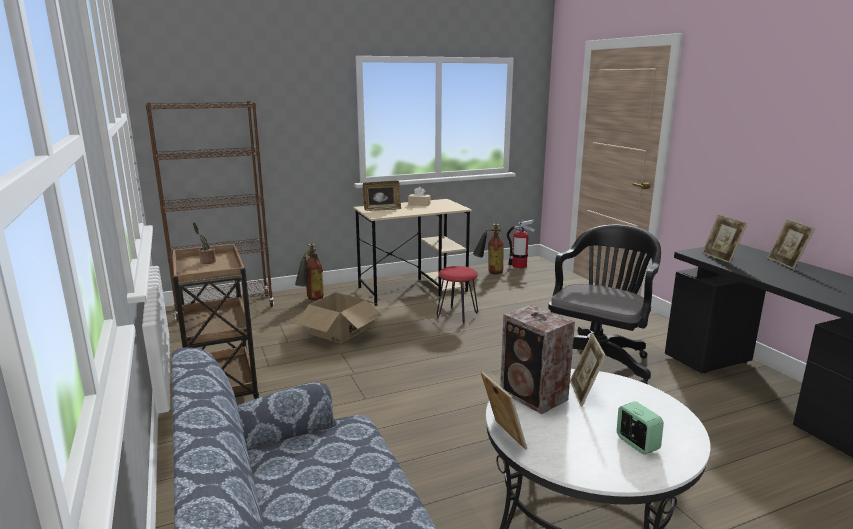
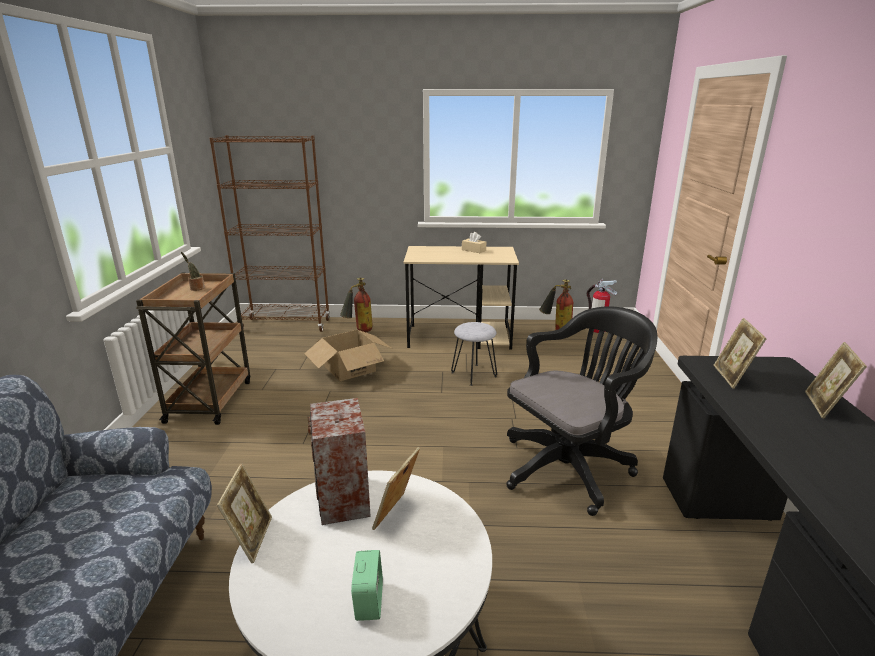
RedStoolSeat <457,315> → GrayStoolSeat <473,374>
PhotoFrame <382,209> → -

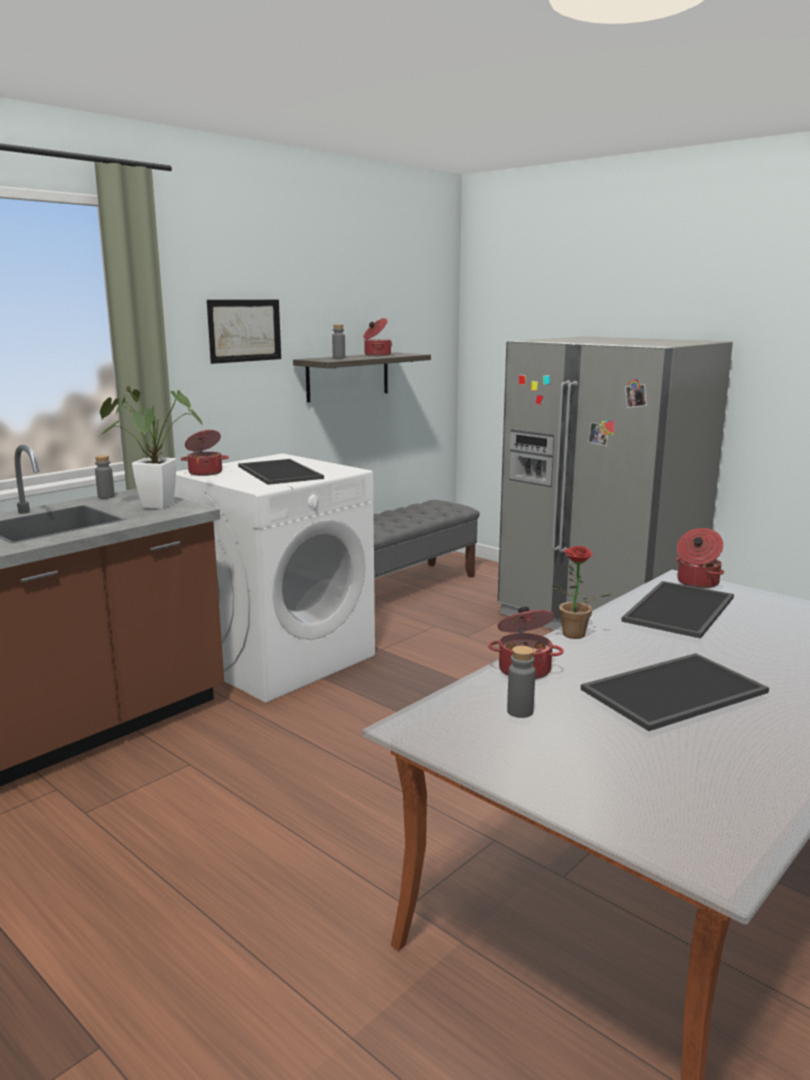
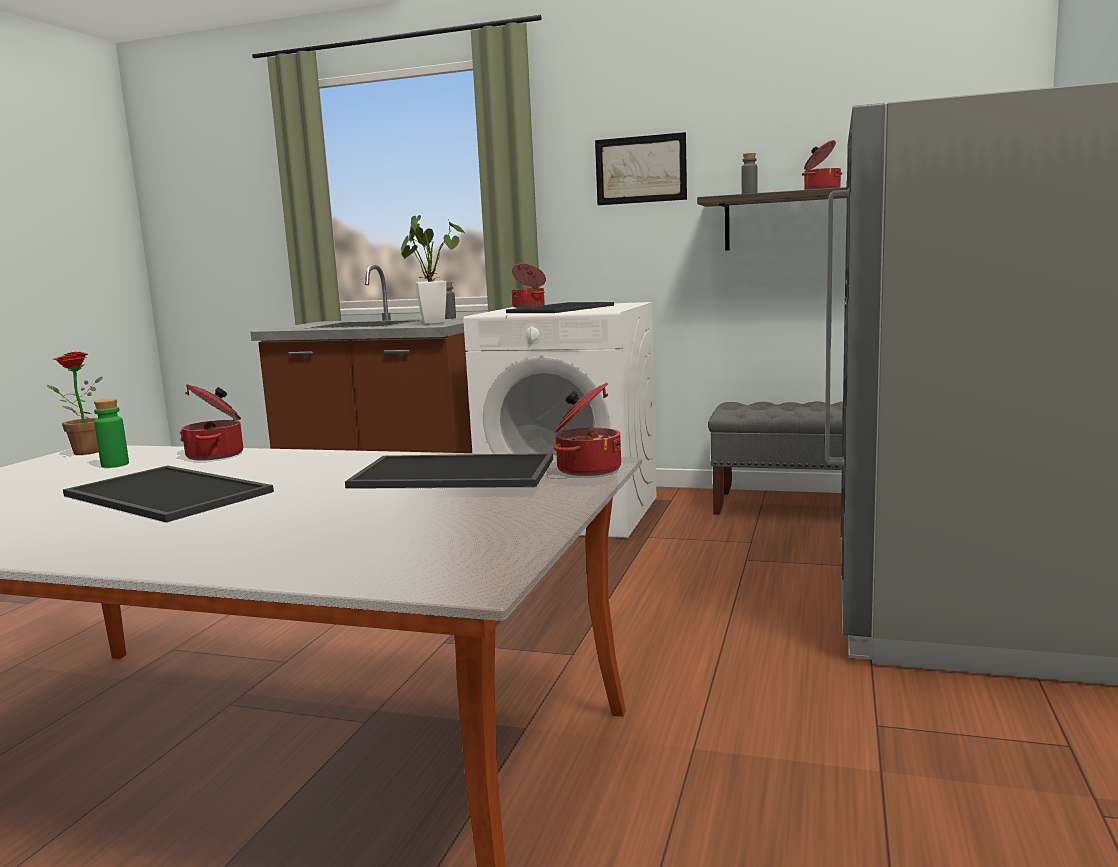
PottedPlant <572,636> → PottedPlant <81,452>, relocated
GrayDrinkBottle <520,711> → GreenishDrinkBottle <115,464>

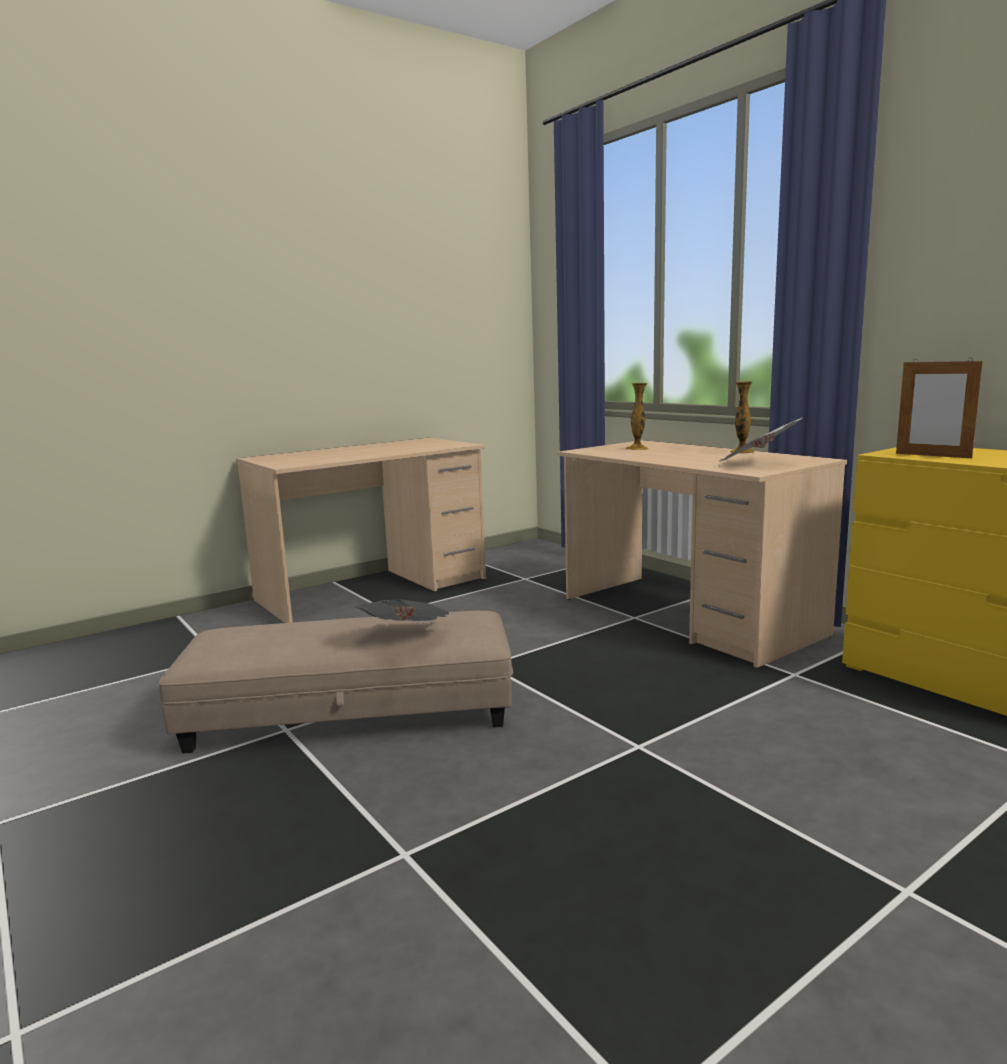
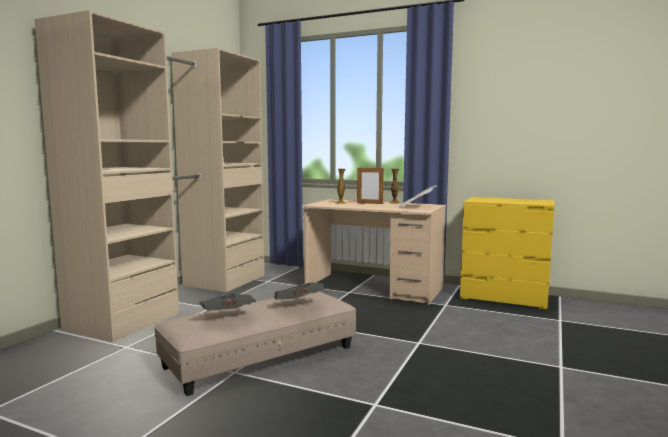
SandColouredDesk <373,590> → SandColouredClothesCupboard <181,297>
- → Newspaper <228,317>
PhotoFrame <932,455> → PhotoFrame <369,203>, relocated

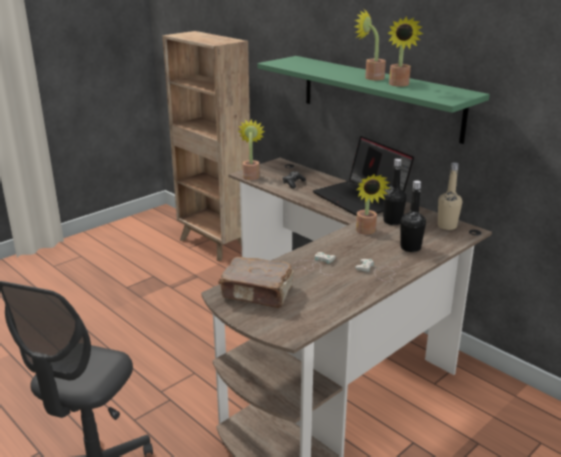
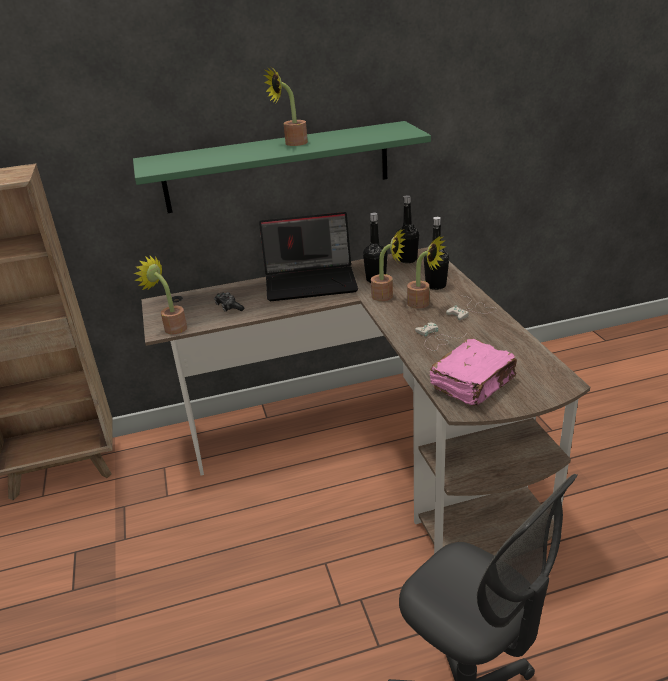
SandColouredDrinkBottle <447,226> → BlackColouredDrinkBottle <407,259>
PottedPlant <399,85> → PottedPlant <422,304>, relocated
BrownColouredBook <258,293> → PinkColouredBook <474,384>

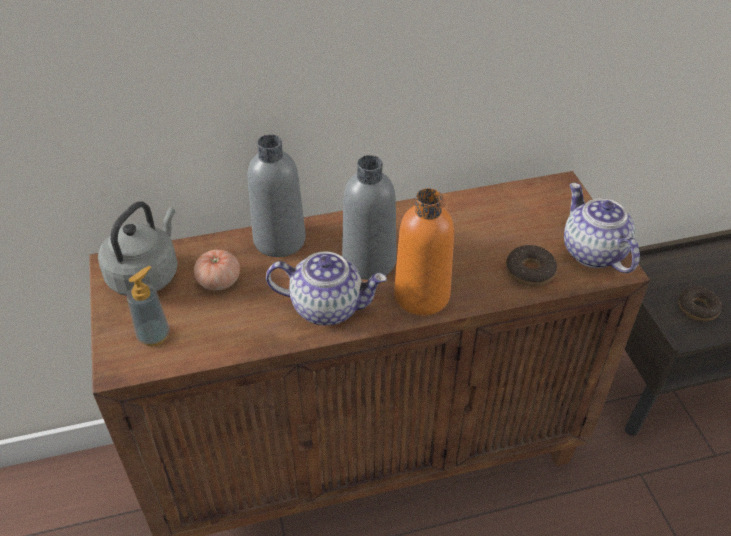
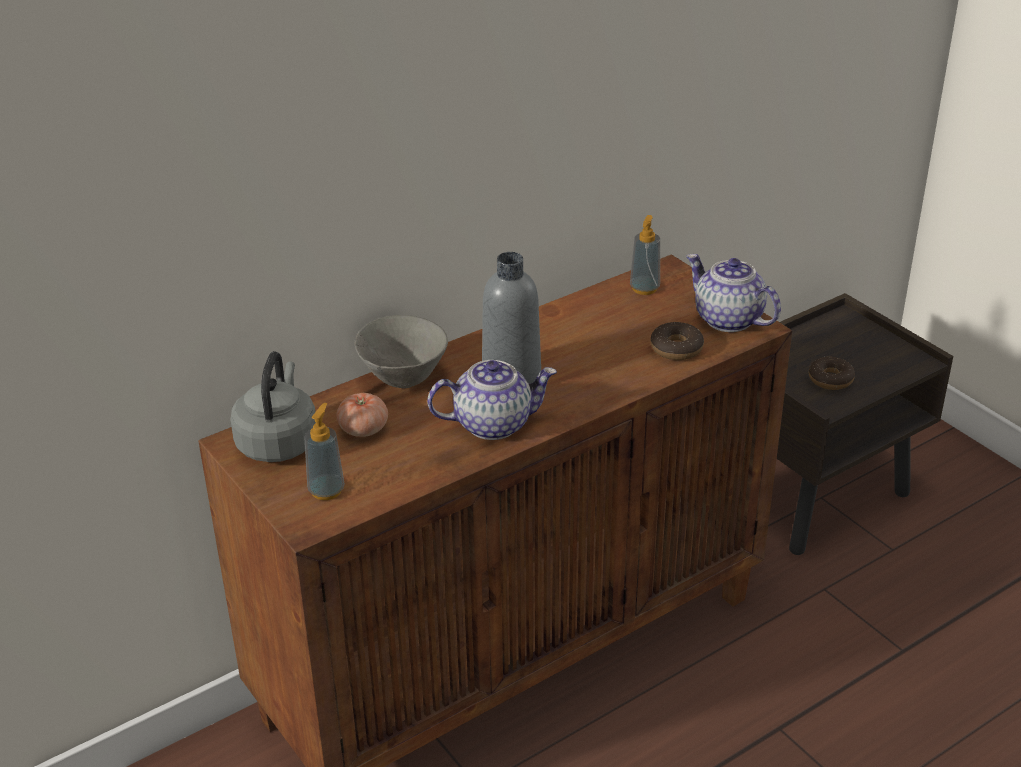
GrayDrinkBottle <279,240> → GrayServingBowl <404,379>
- → SoapBottle <644,288>
OrangeColouredDrinkBottle <421,295> → -

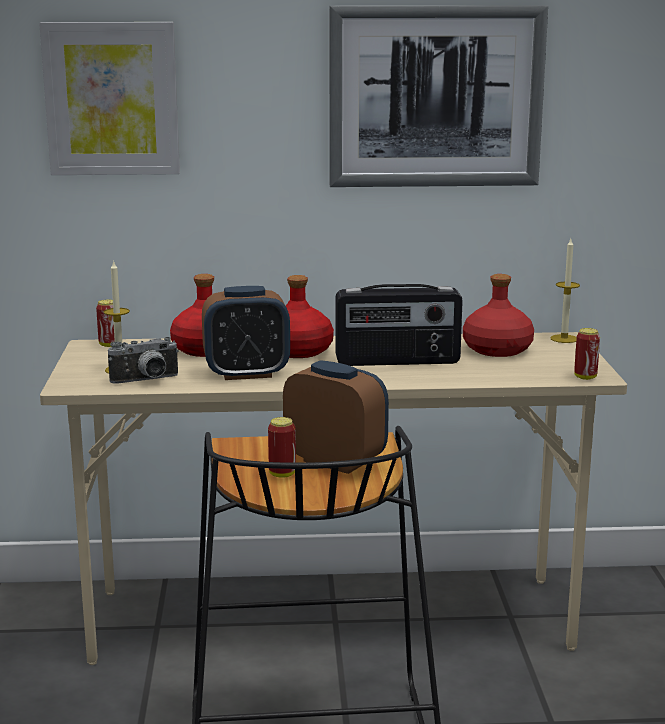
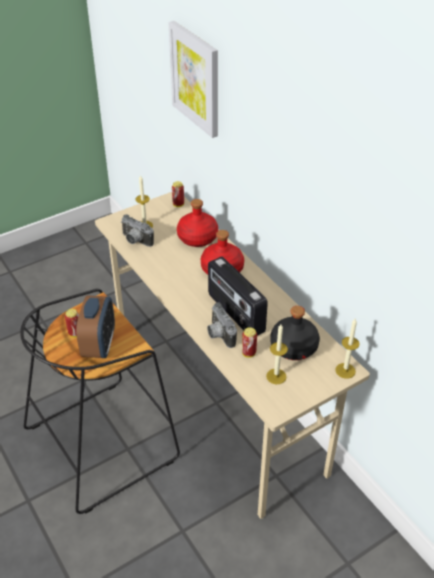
- → PhotoCamera <218,335>
MetalCan <585,377> → MetalCan <248,353>, relocated
- → WaxCandle <276,376>
RedDrinkBottle <498,349> → BlackColouredDrinkBottle <294,347>
BedsideClock <246,374> → -
WallPicture <435,97> → -

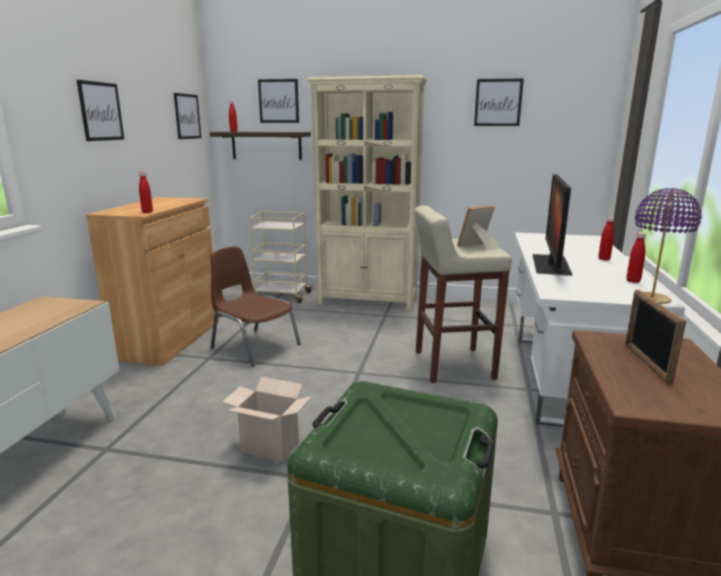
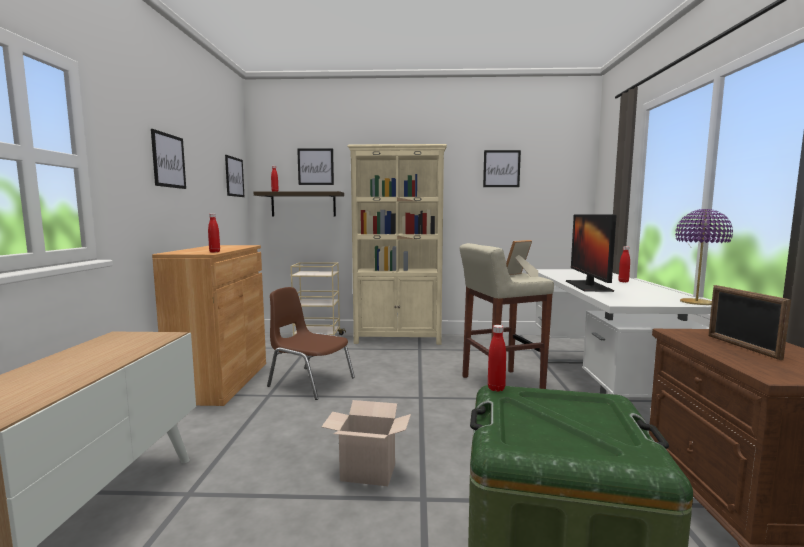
RedDrinkBottle <633,281> → RedDrinkBottle <496,388>, relocated

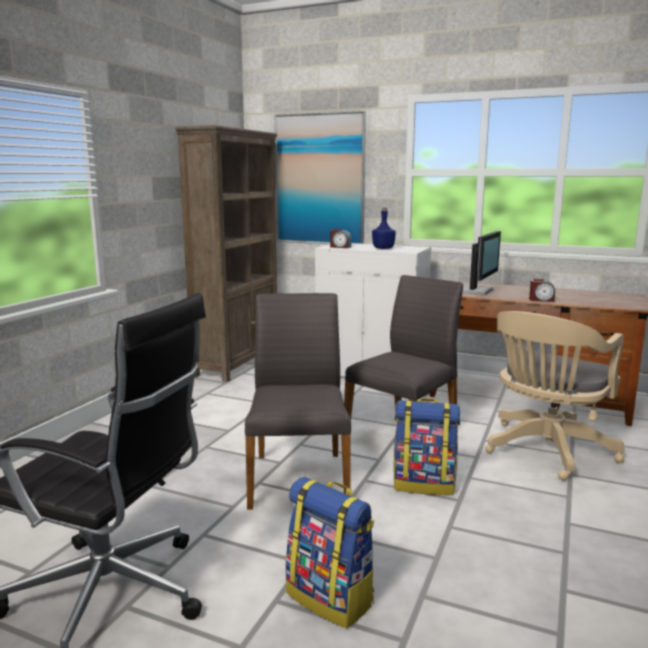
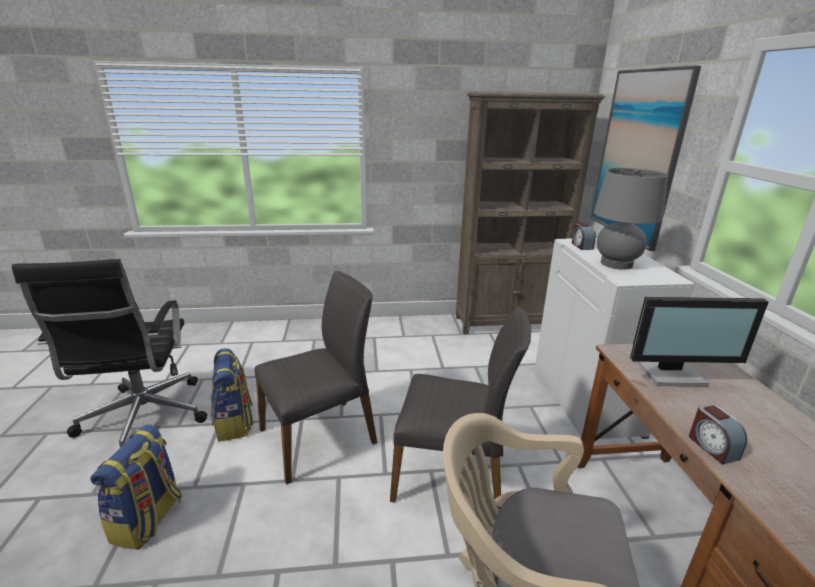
Rucksack <424,484> → Rucksack <234,423>, relocated
BlueColouredDrinkBottle <383,248> → GrayLampForATable <616,264>

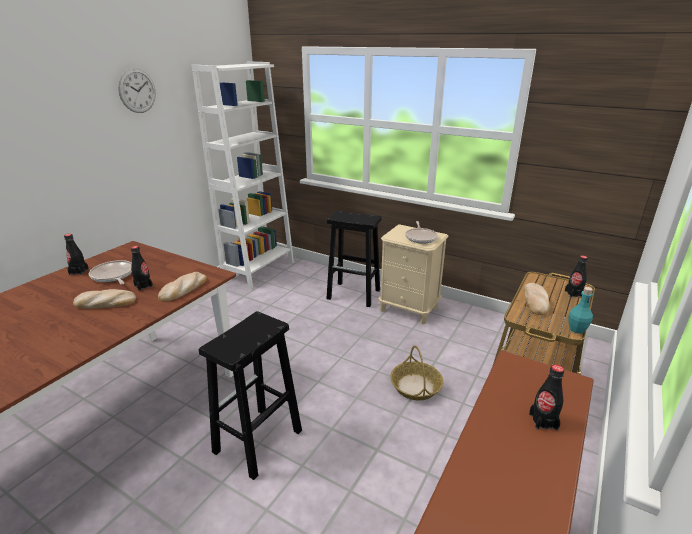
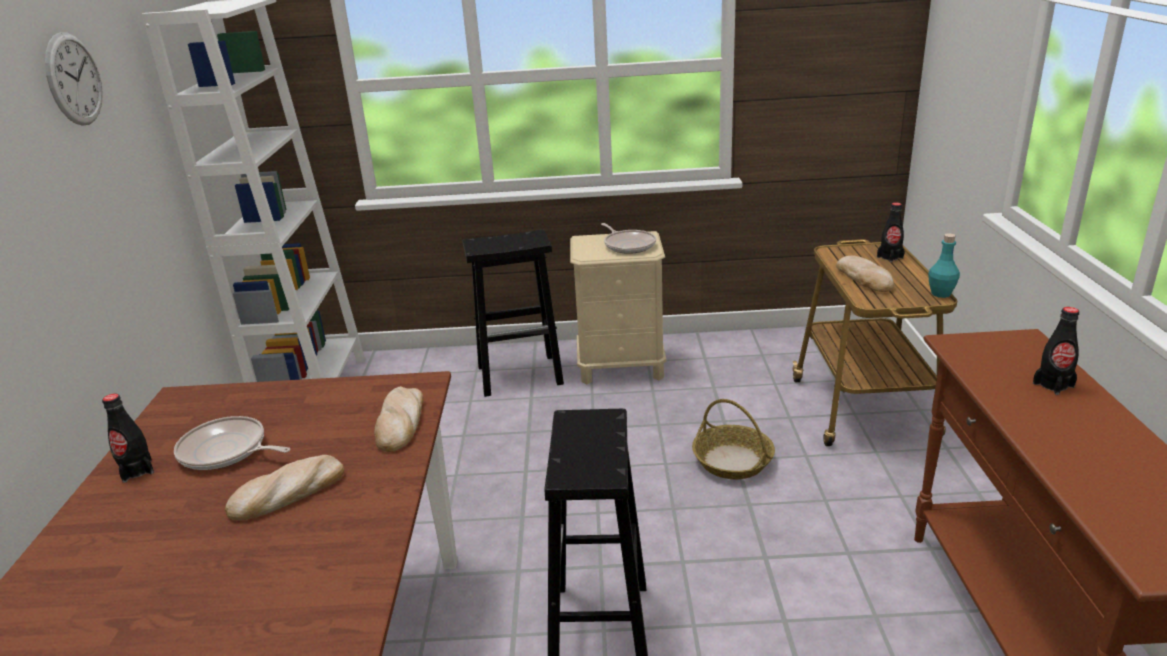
BlackColouredDrinkBottle <143,286> → -

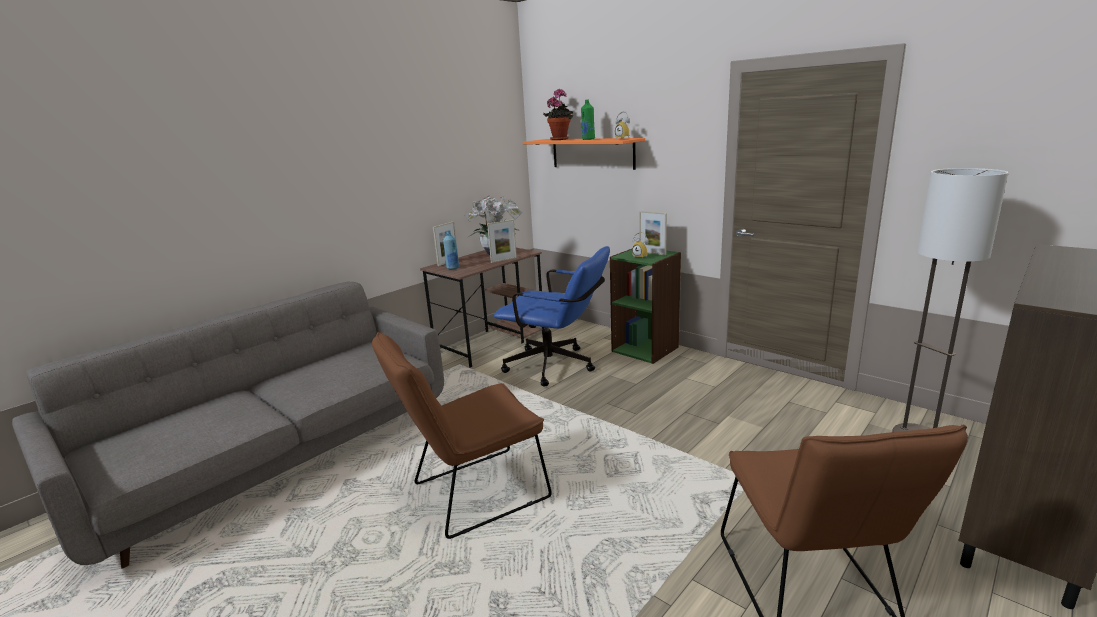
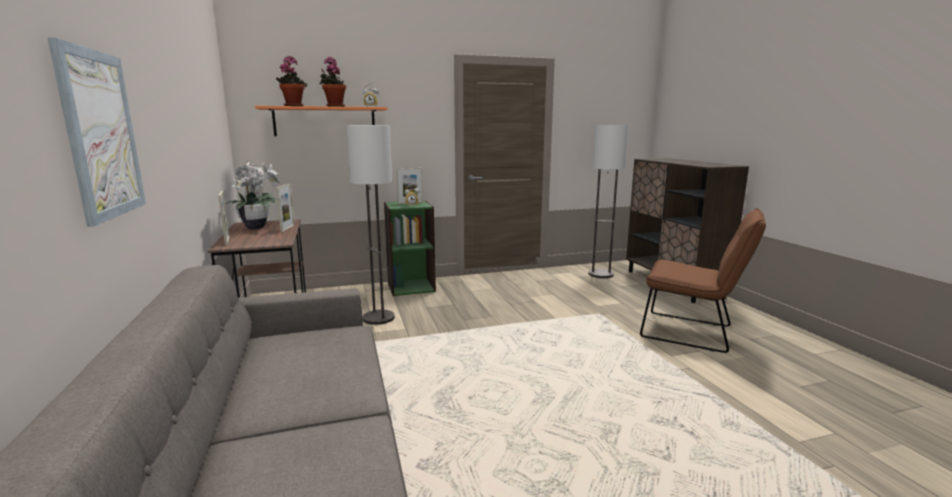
- → WallPicture <101,135>
GreenishDrinkBottle <588,139> → PottedPlant <334,106>
BlueColouredDeskChair <557,367> → StandardLamp <379,318>
BrownColouredPlainChair <471,494> → -
BlueColouredDrinkBottle <452,268> → -

